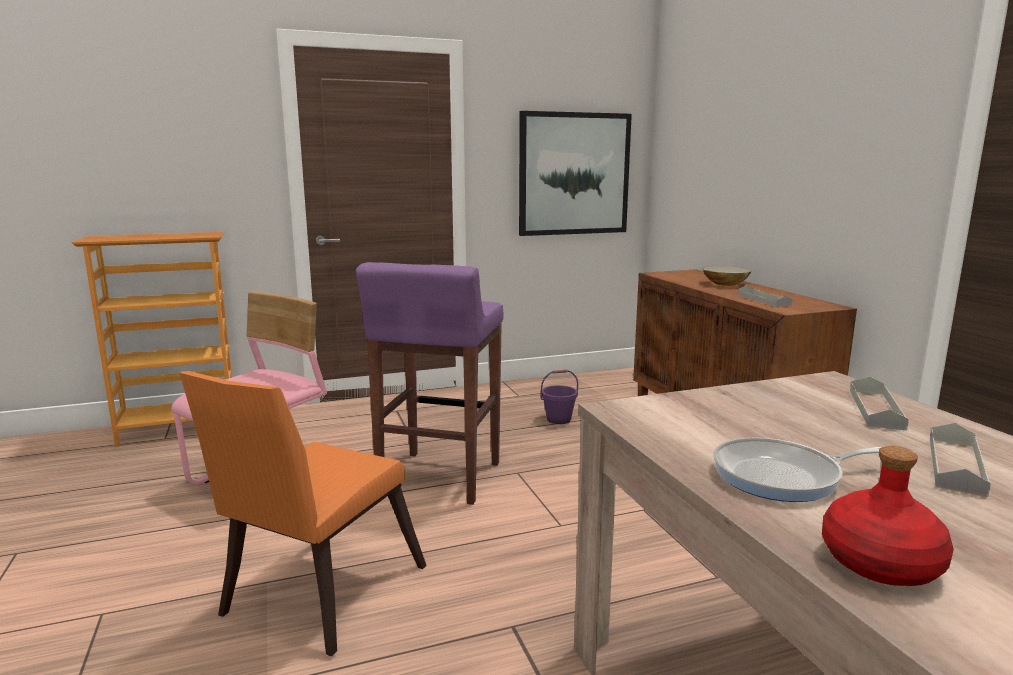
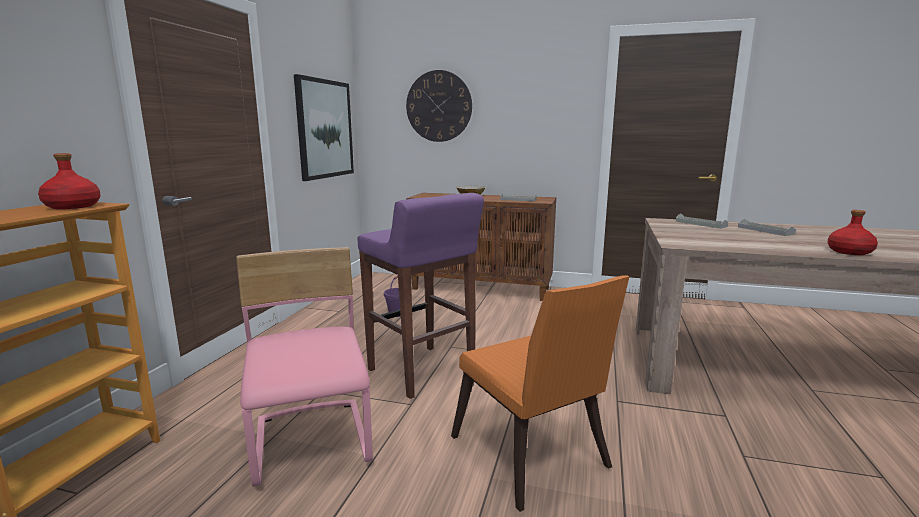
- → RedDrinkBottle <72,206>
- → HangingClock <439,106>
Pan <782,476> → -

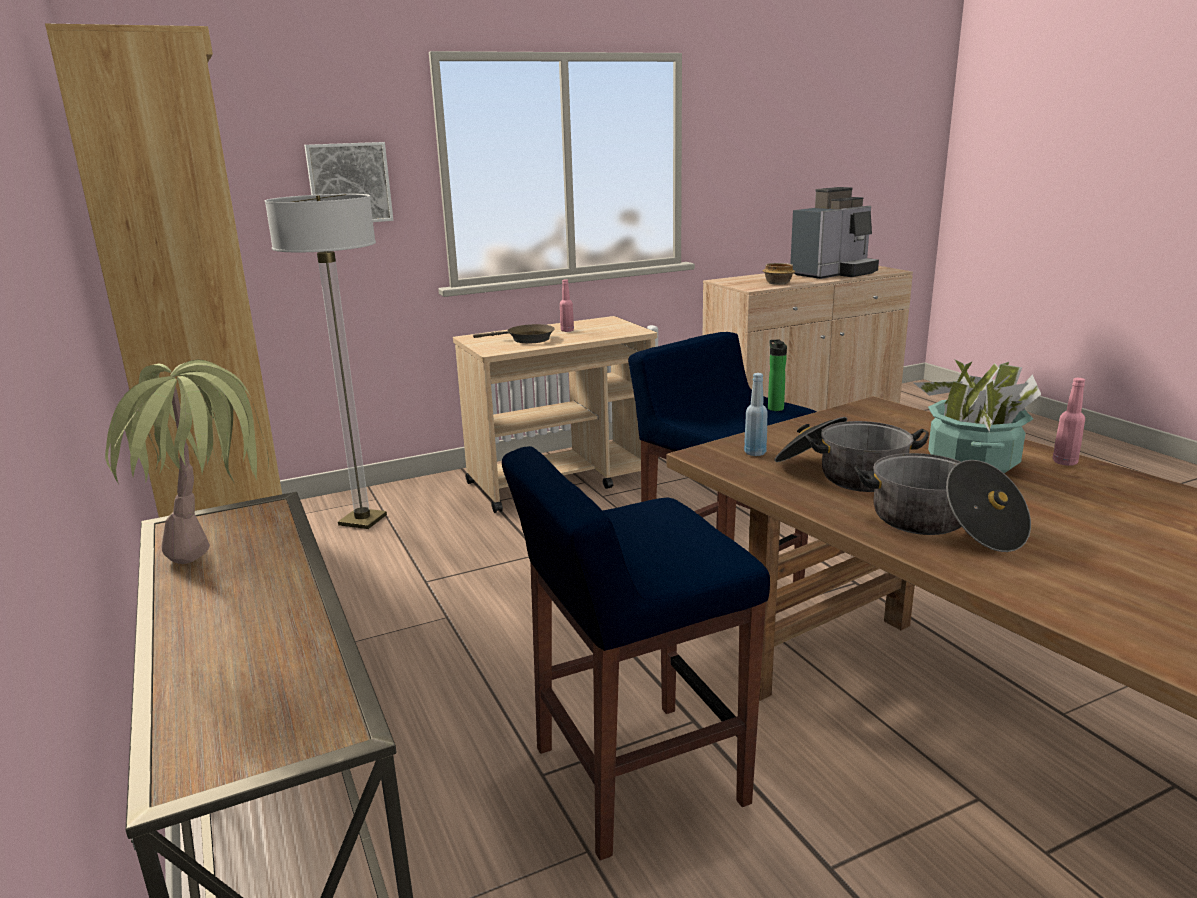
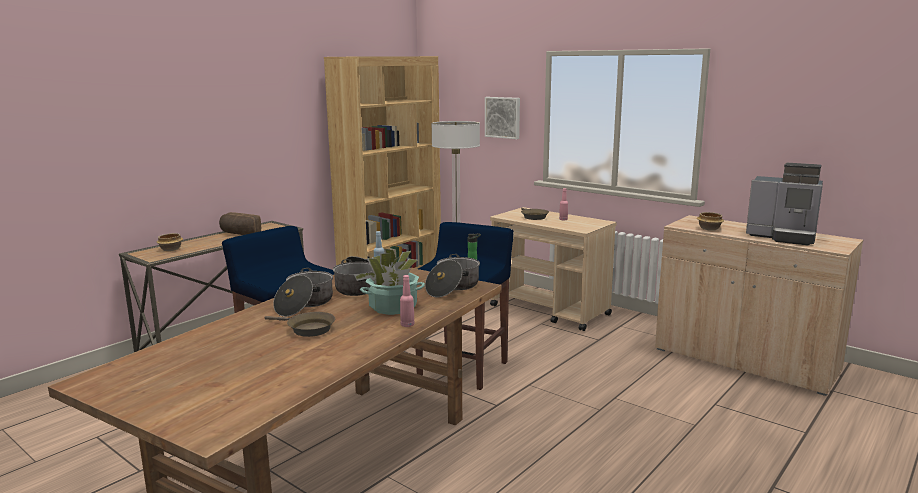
- → ServingBowl <171,249>
PottedPlant <216,570> → BakedBread <239,233>
- → BrownColouredPan <307,329>
- → CookingPot <453,287>

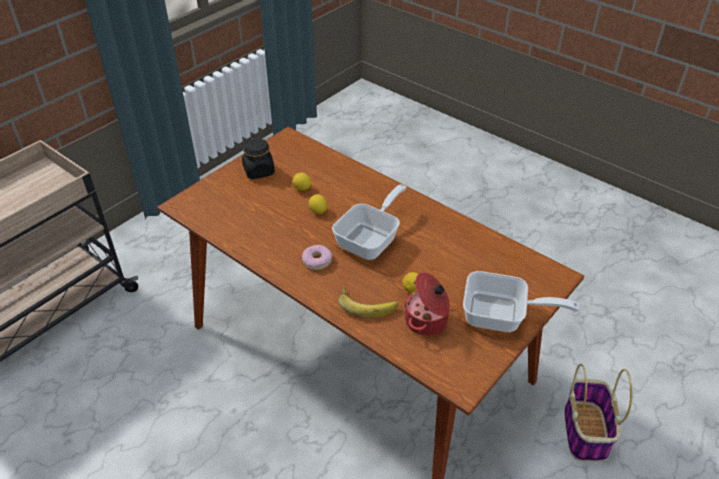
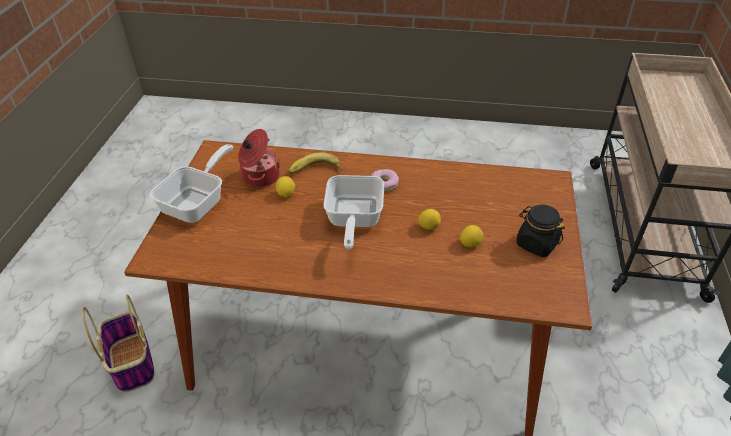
Pan <502,317> → Pan <198,202>, 135 degrees clockwise

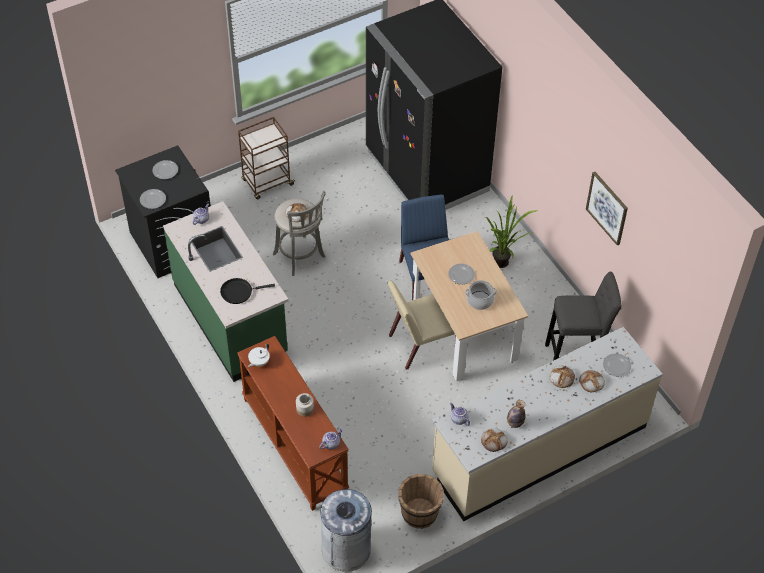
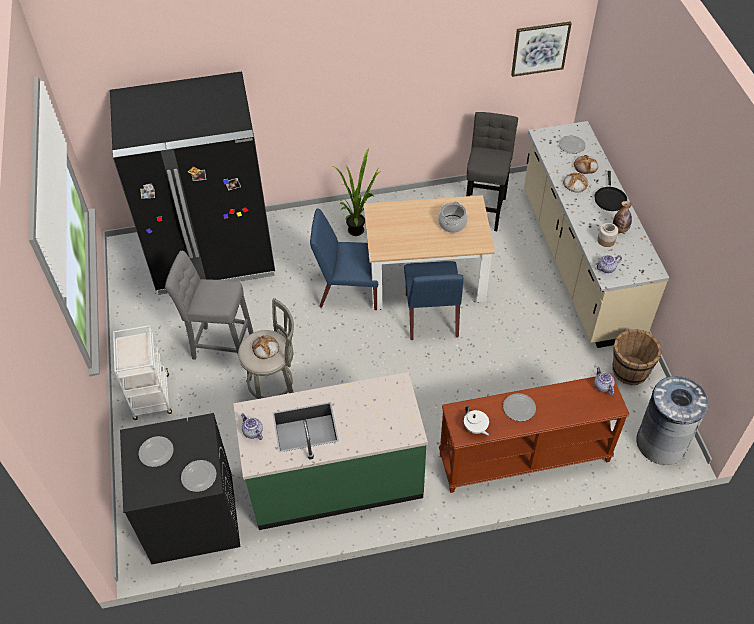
BrownColouredCart <267,183> → WhiteColouredCart <152,398>
- → GrayStoolSeat <220,345>
SandColouredPlainChair <422,344> → BlueColouredPlainChair <431,316>
Plate <461,275> → Plate <519,408>, relocated
WallPicture <607,208> → WallPicture <540,48>, relocated
BlackColouredPan <239,292> → BlackColouredPan <609,199>, relocated
StorageJar <305,409> → StorageJar <606,240>, relocated
BakedBread <494,441> → -

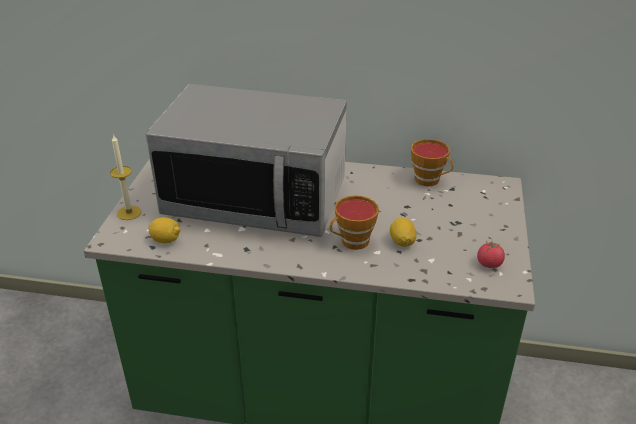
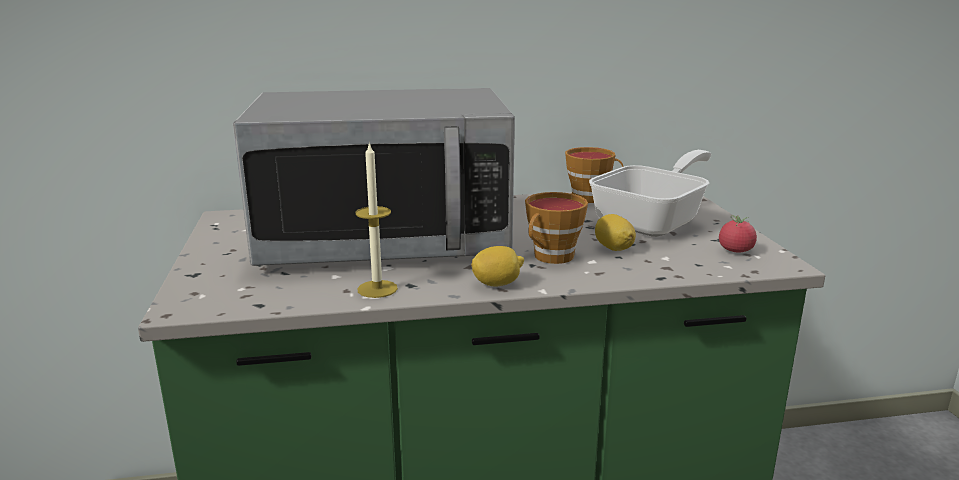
WaxCandle <129,213> → WaxCandle <377,289>, relocated
Lemon <166,240> → Lemon <497,284>, relocated
- → Pan <654,221>

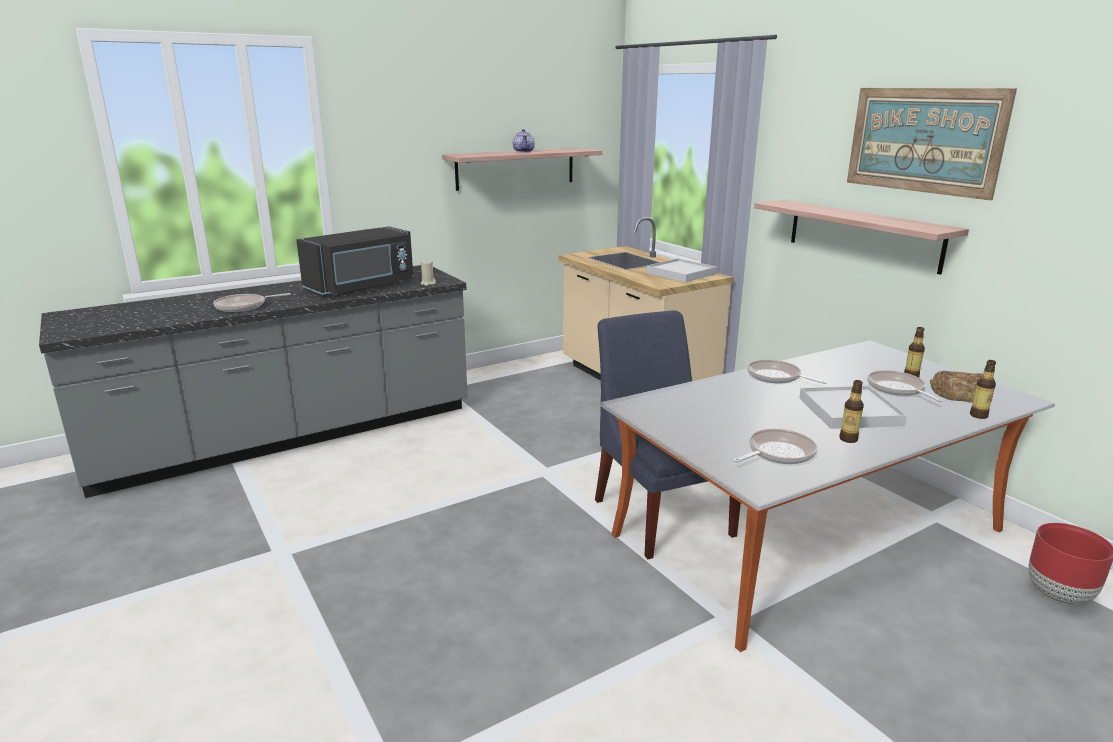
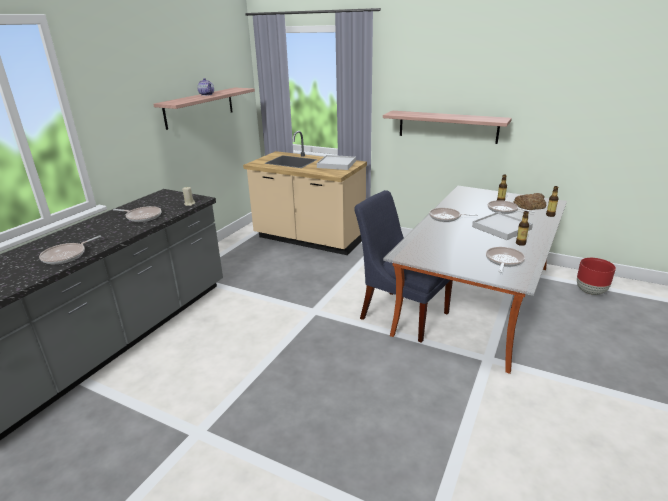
BlackColouredMicrowave <362,286> → Pan <142,216>
WallPicture <923,140> → -

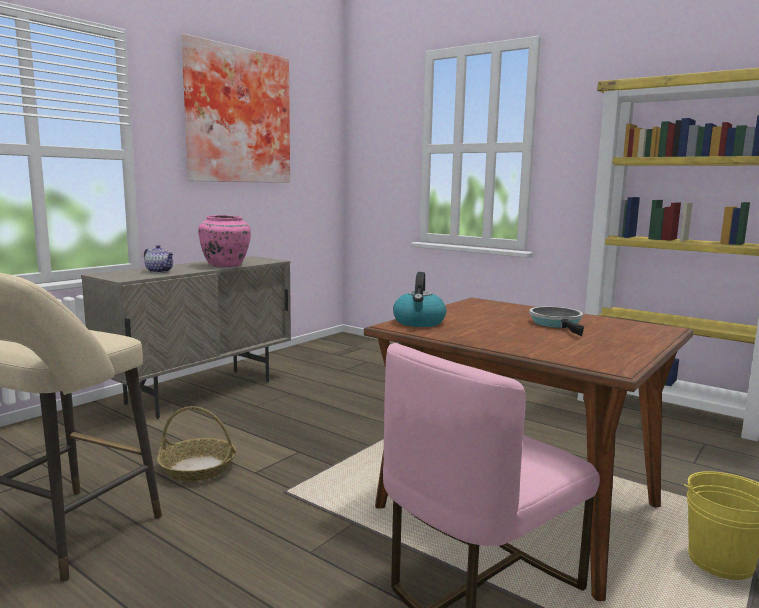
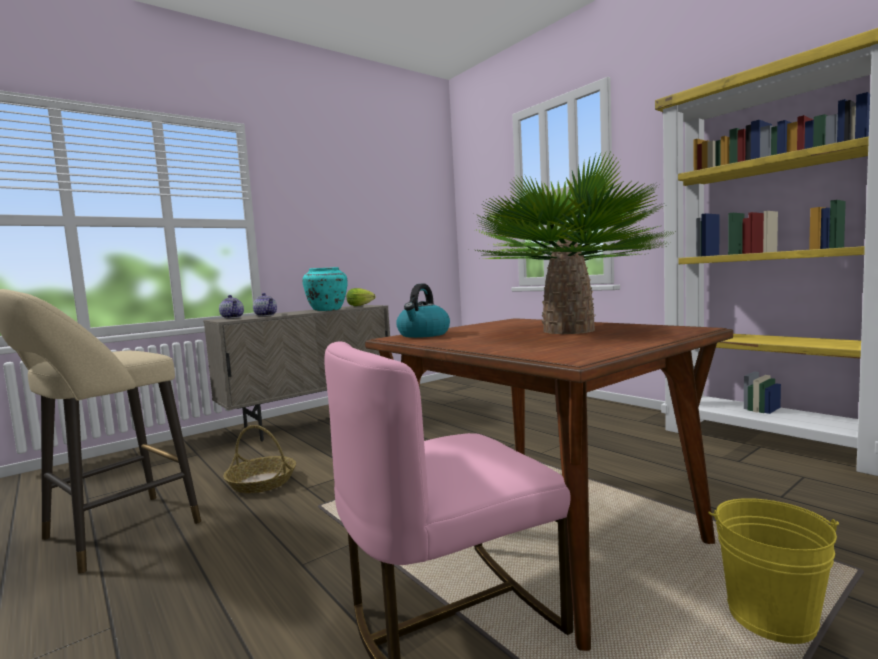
- → PotForTea <233,317>
PinkColouredVase <225,265> → TurquoiseColouredVase <327,310>
- → Lettuce <361,305>
Pan <557,324> → PottedPlant <568,330>
WallPicture <236,116> → -

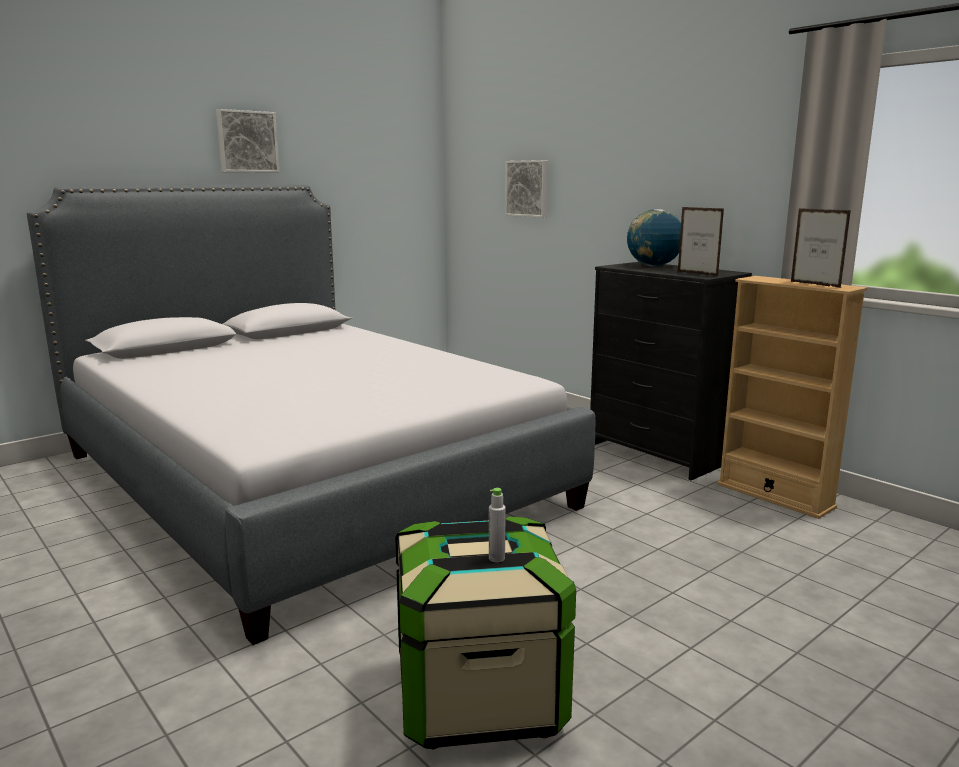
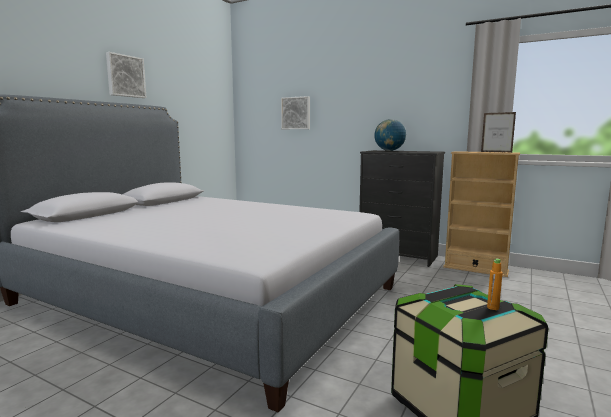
GrayDrinkBottle <496,558> → OrangeColouredDrinkBottle <493,307>
PhotoFrame <697,274> → -

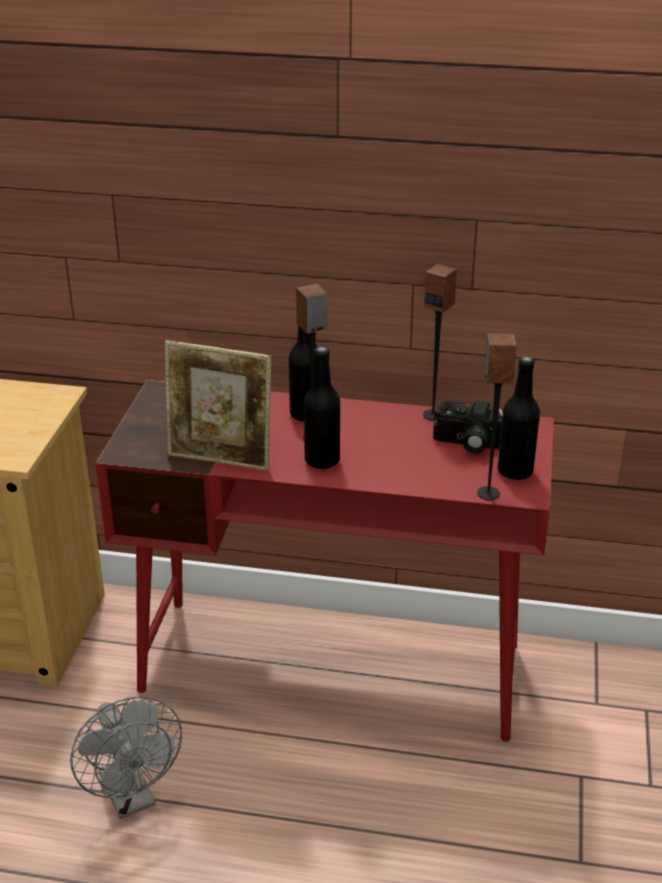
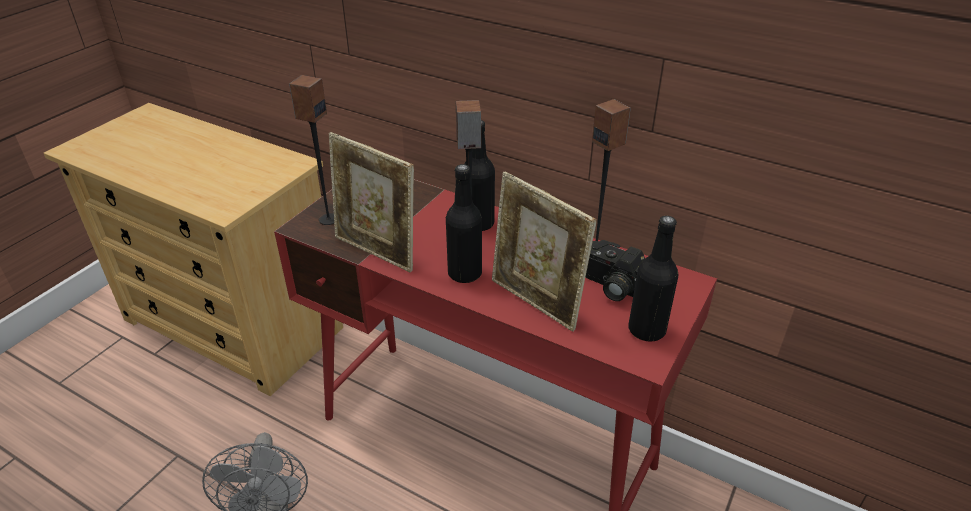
Loudspeaker <487,493> → Loudspeaker <328,219>, relocated
- → PhotoFrame <536,302>

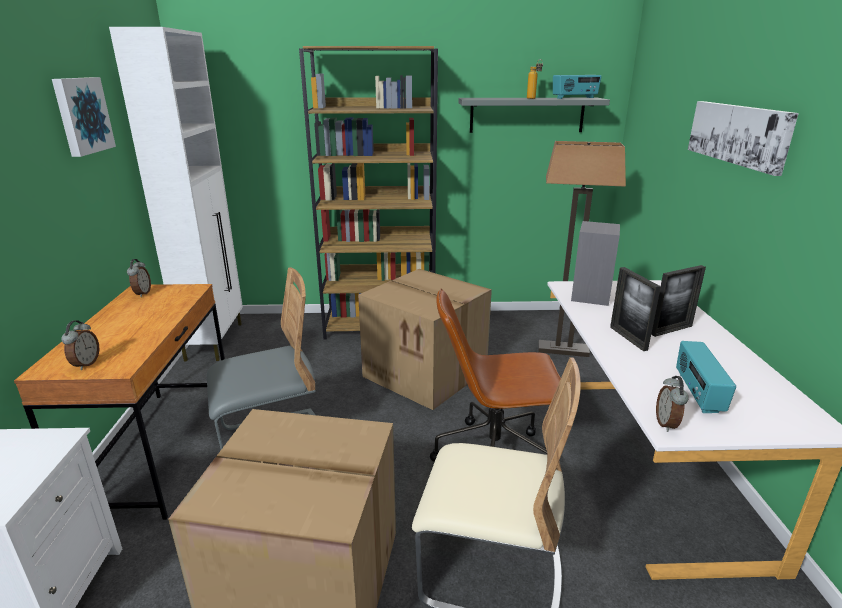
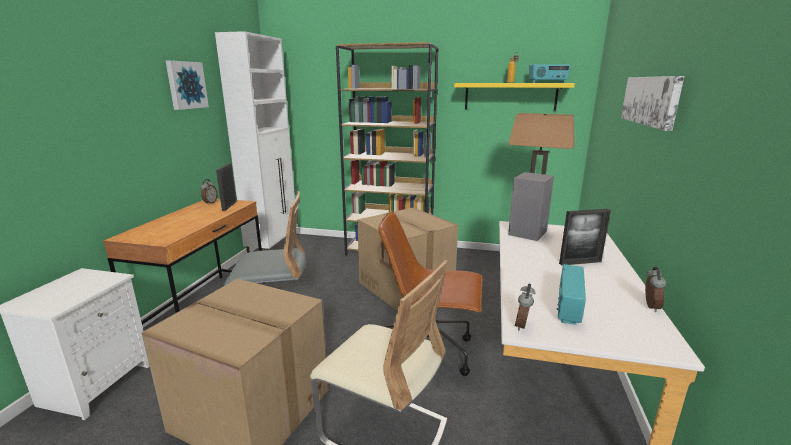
PhotoFrame <628,338> → PhotoFrame <229,206>, relocated
GrayShelf <527,115> → YellowishShelf <510,96>
BedsideClock <85,364> → BedsideClock <649,306>, relocated

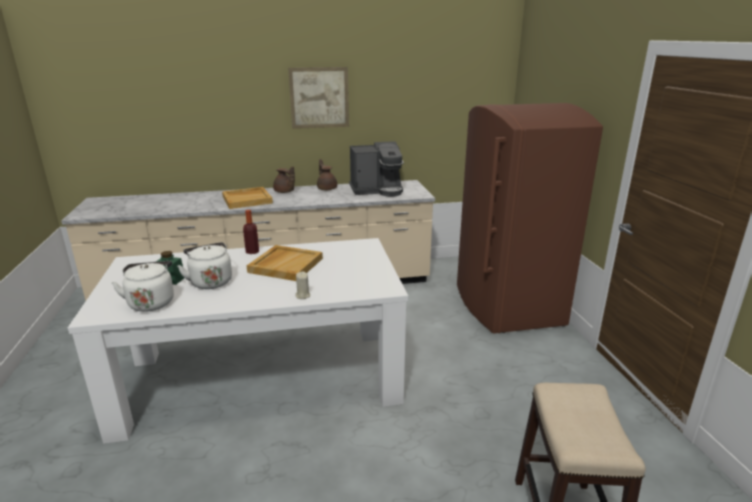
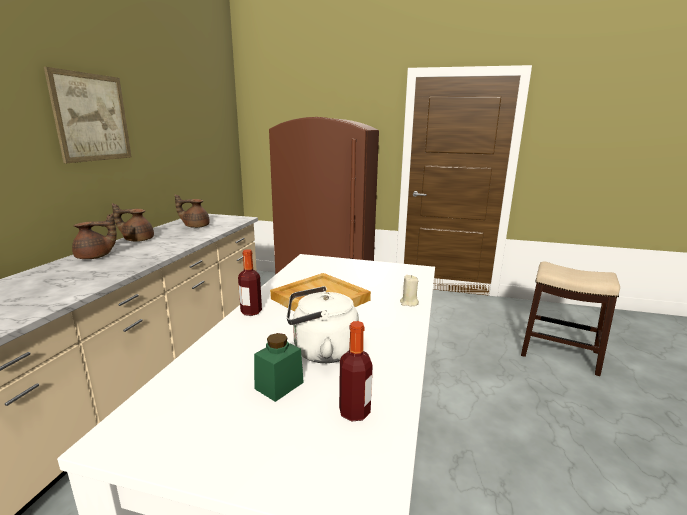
CoffeeBrewer <377,190> → BrownColouredPotForTea <195,226>
WhiteColouredWaterKettle <151,302> → DrinkBottle <354,412>
SandColouredCarryingTray <247,200> → -

